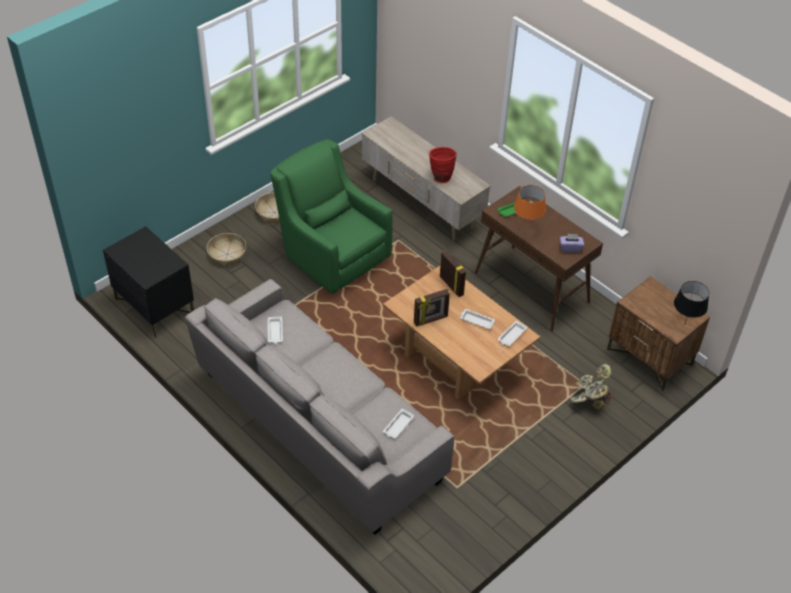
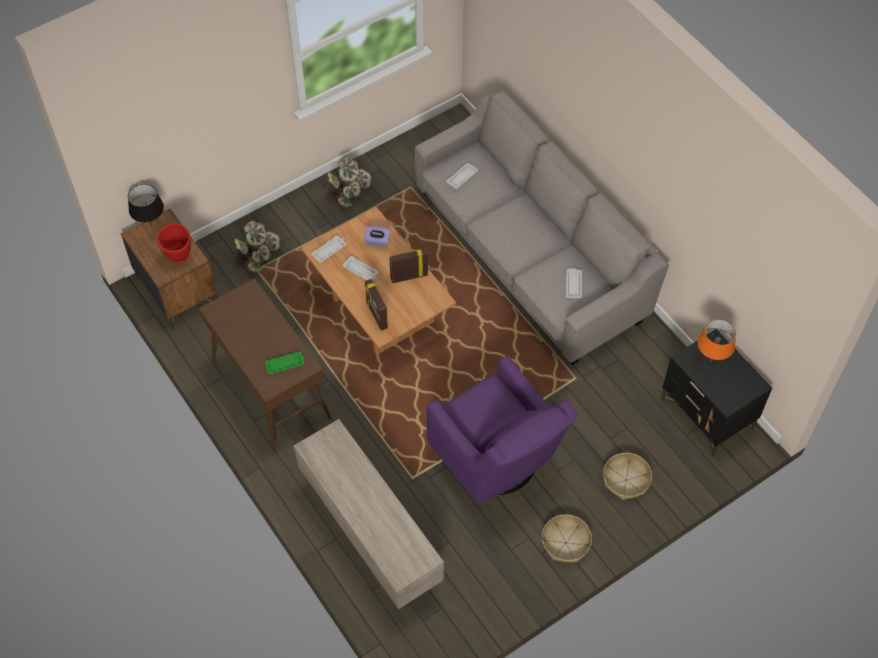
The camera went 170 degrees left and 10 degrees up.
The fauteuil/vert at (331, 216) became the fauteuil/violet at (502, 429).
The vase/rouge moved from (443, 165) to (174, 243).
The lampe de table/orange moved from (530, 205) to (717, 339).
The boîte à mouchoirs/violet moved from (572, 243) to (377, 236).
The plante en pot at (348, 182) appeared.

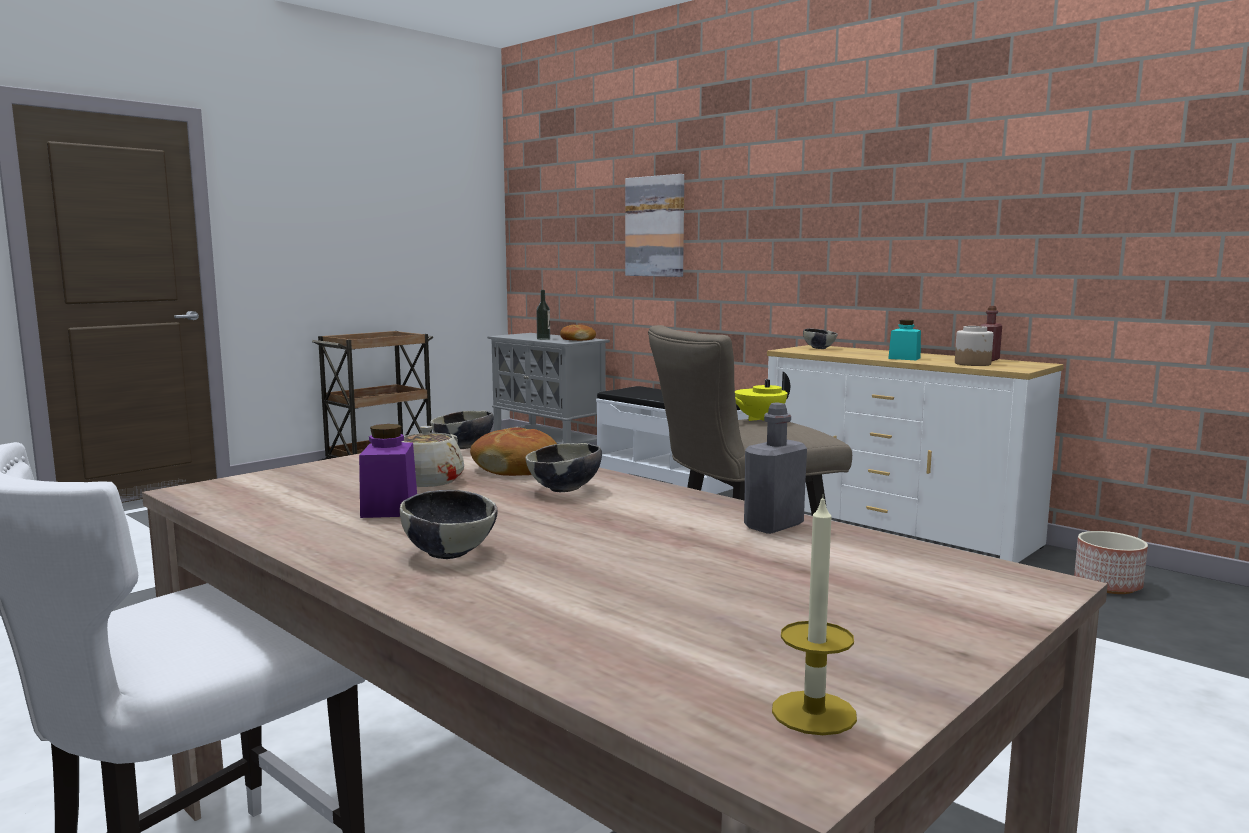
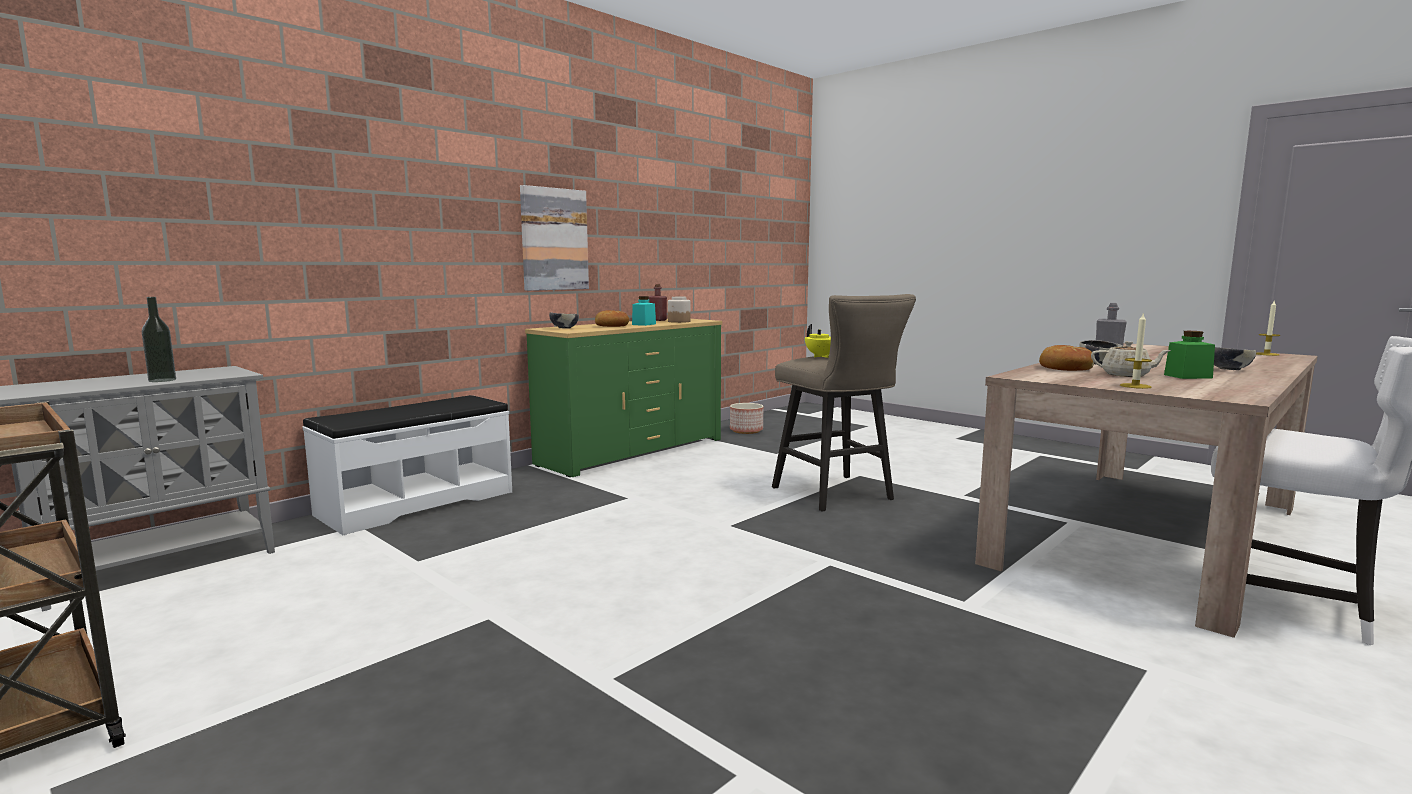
The camera went 90 degrees left and 0 degrees up.
The tableau moved from (654, 225) to (554, 238).
The pain moved from (578, 332) to (612, 318).
The commode/blanc at (915, 454) became the commode/vert at (623, 398).
The bol at (462, 430) disappeared.
The bocal/violet at (388, 471) became the bocal/vert at (1189, 355).
The bougie at (1136, 350) appeared.

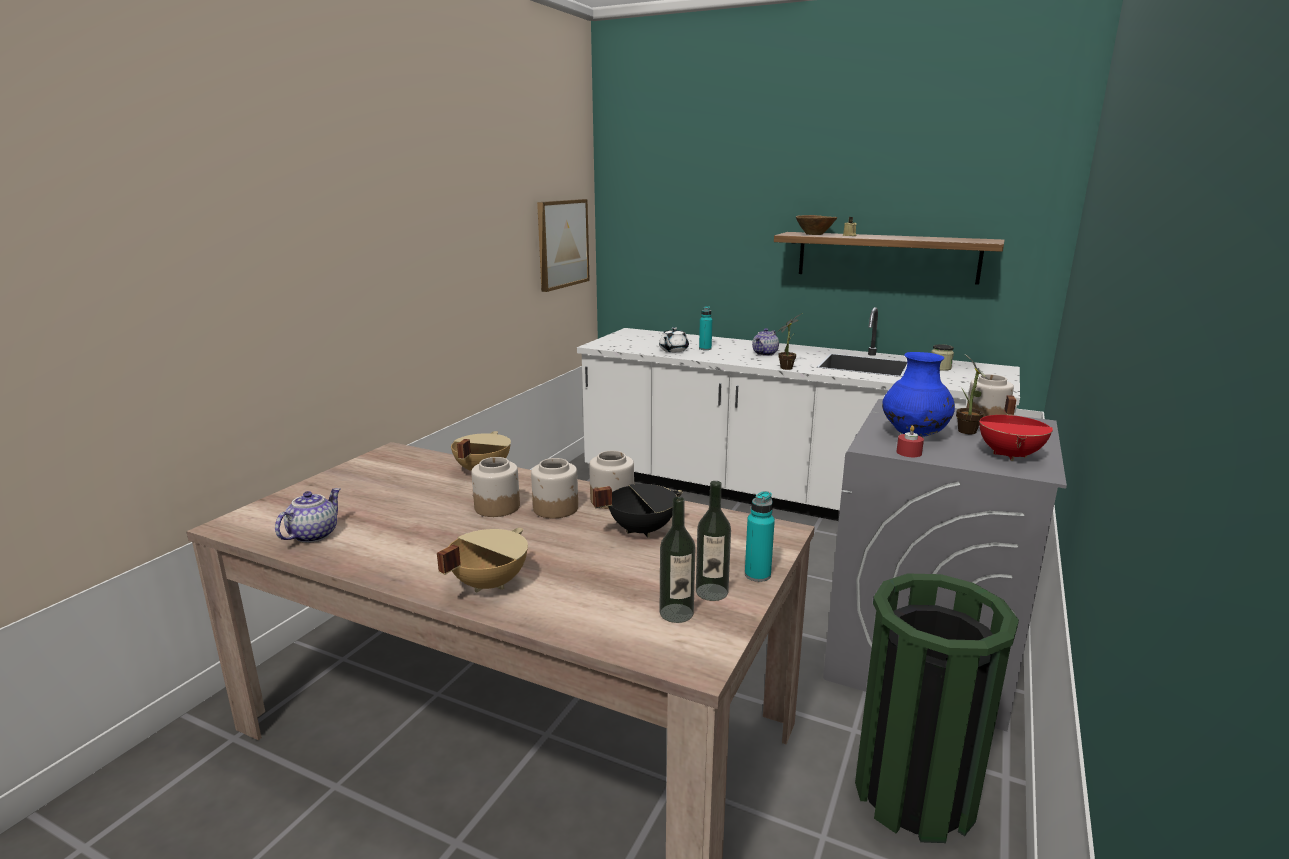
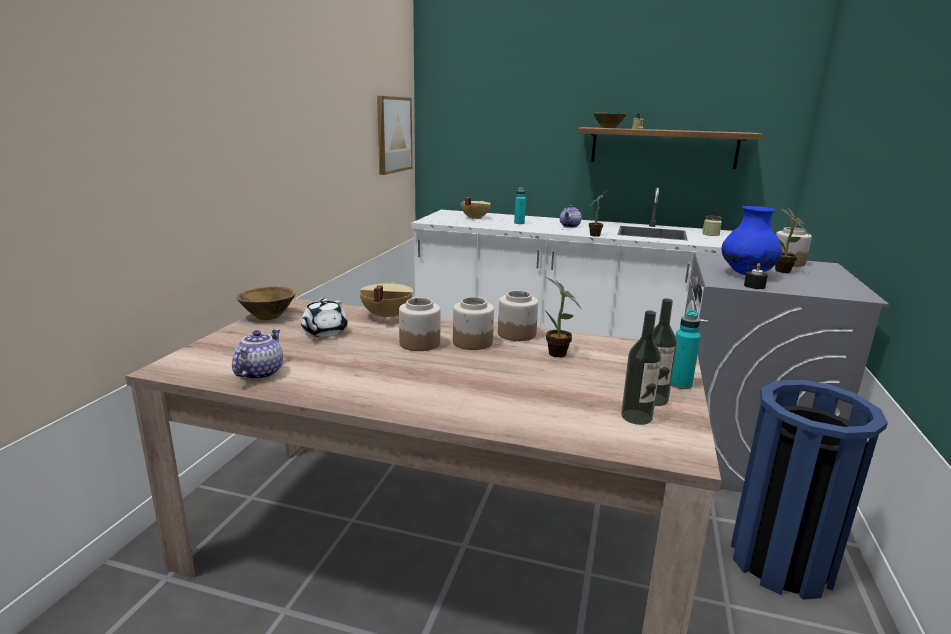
The camera went 10 degrees left and 0 degrees up.
The théière/blanc moved from (674, 339) to (324, 317).
The marmite/rouge at (1016, 428) disappeared.
The bougie/rouge at (910, 441) became the bougie/noir at (756, 276).
The marmite/noir at (638, 510) was replaced by the plante en pot at (563, 317).
The marmite/beige moved from (482, 560) to (476, 208).
The poubelle/vert at (937, 708) became the poubelle/bleu at (809, 490).
The bol/marron at (266, 303) appeared.

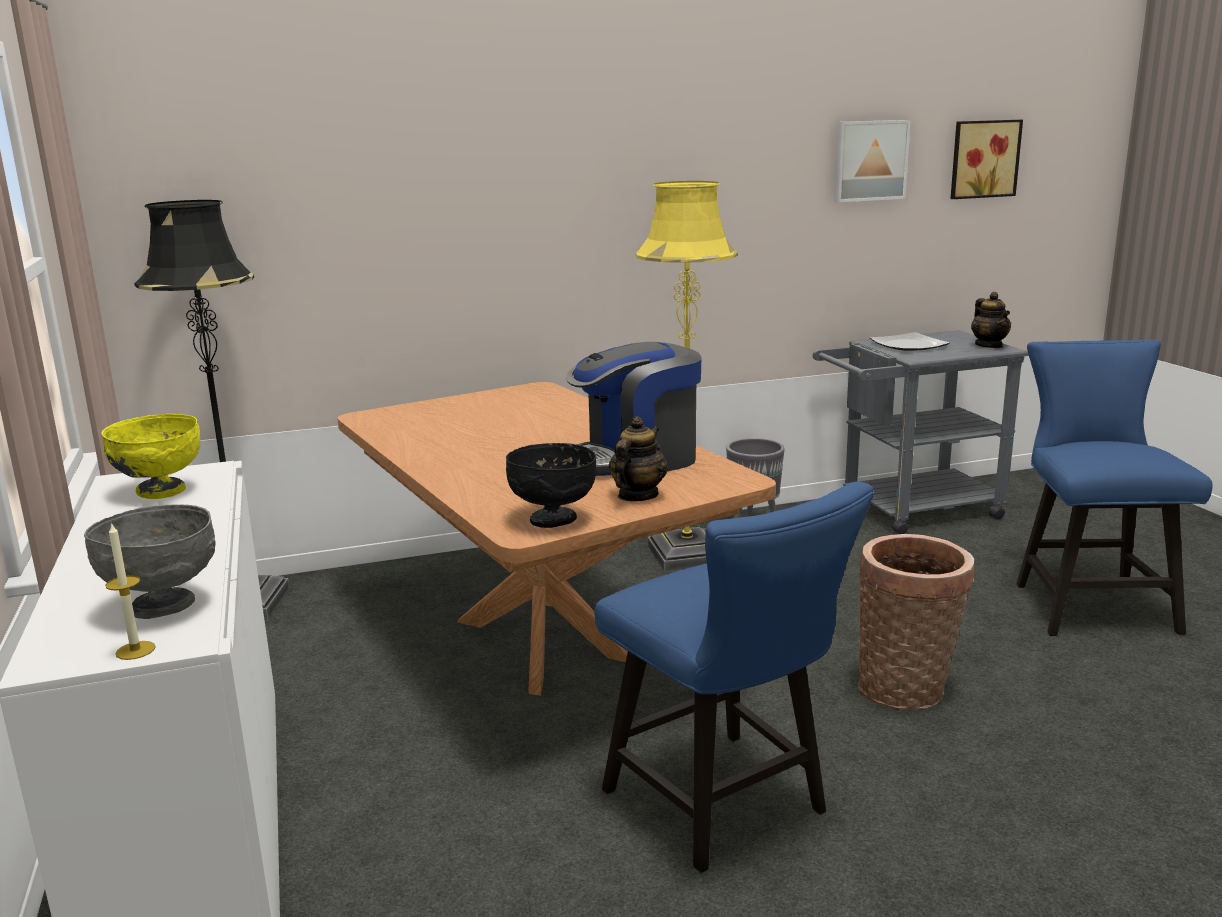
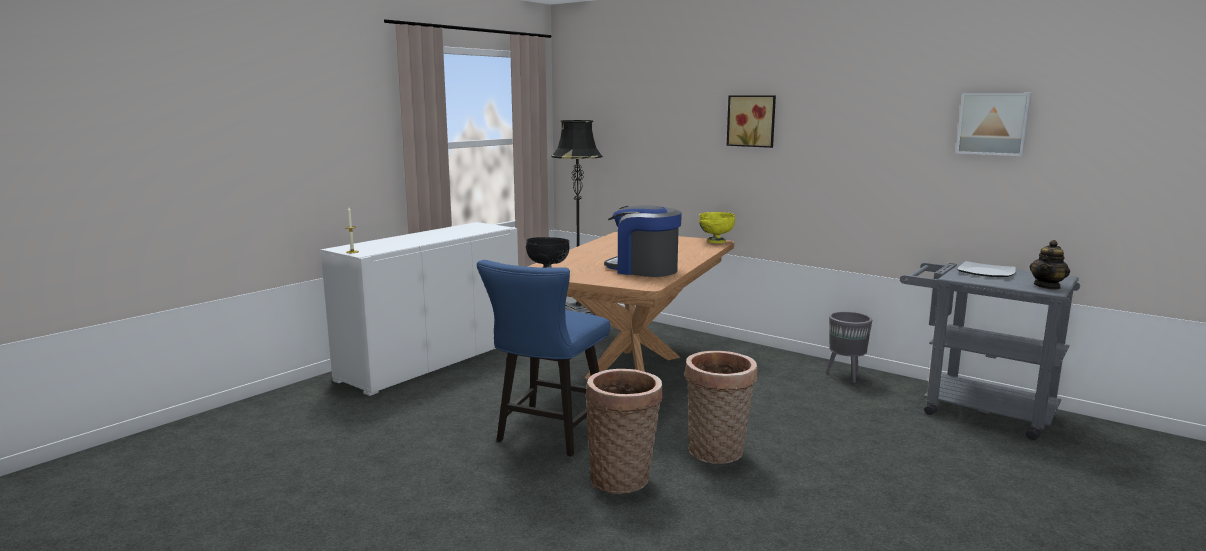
The camera went 55 degrees right and 5 degrees down.
The tableau moved from (986, 159) to (751, 121).
The lampadaire/jaune at (687, 376) disappeared.
The chaise/bleu at (1114, 488) disappeared.
The bol/jaune moved from (150, 456) to (717, 227).
The théière at (638, 458) disappeared.
The bol/gris at (149, 561) disappeared.
The panier at (623, 431) appeared.

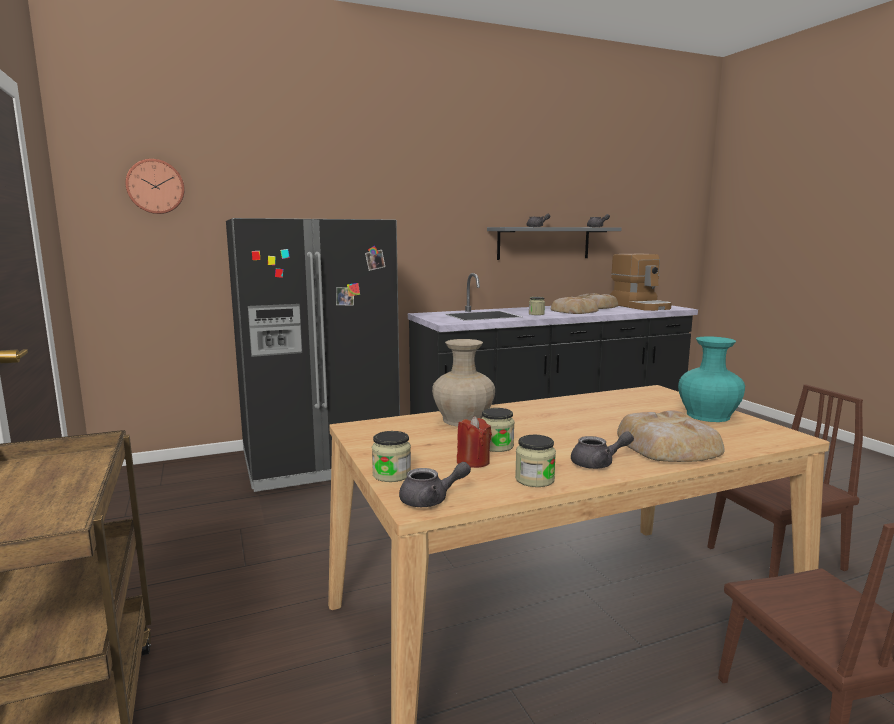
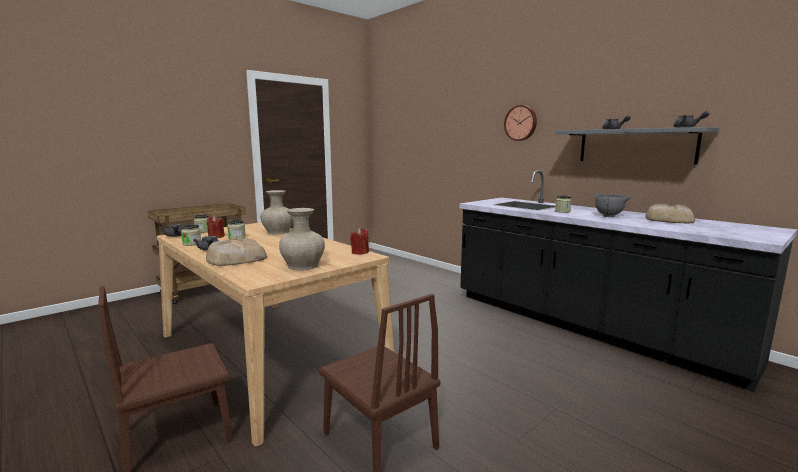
The camera went 70 degrees right and 0 degrees up.
The horloge murale moved from (155, 186) to (520, 123).
The réfrigérateur/noir at (313, 355) disappeared.
The machine à café at (641, 282) disappeared.
The pain at (575, 305) was replaced by the bol/gris at (613, 205).
The vase/turquoise at (711, 379) became the vase/beige at (302, 239).
The bougie/rouge at (359, 241) appeared.

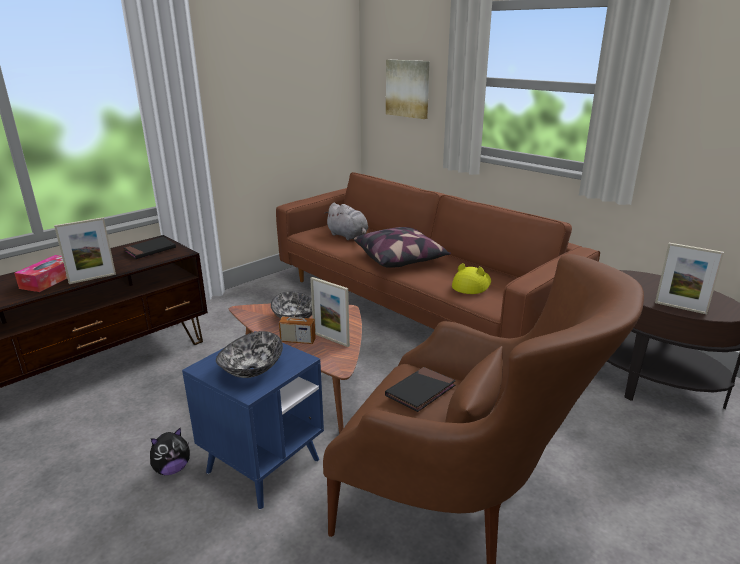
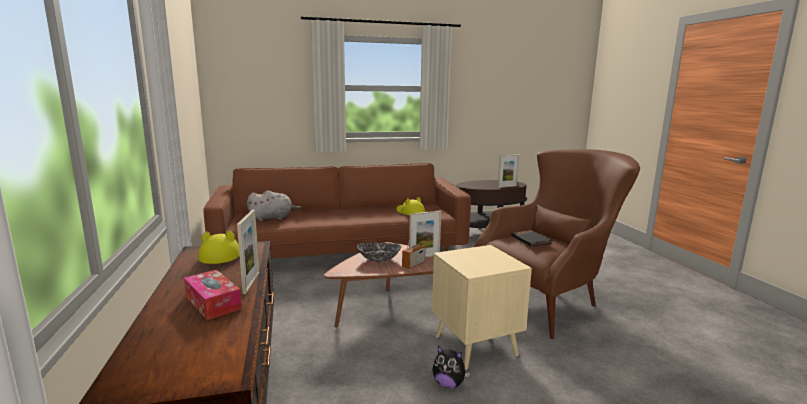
The camera went 60 degrees left and 10 degrees down.
The tableau at (407, 89) disappeared.
The coussin at (402, 247) disappeared.
The livre/noir at (150, 248) was replaced by the chapeau/jaune at (218, 247).
The table d'appoint/bleu at (253, 420) became the table d'appoint/beige at (482, 307).
The bol at (249, 354) disappeared.
The peluche at (170, 451) turned 120 degrees clockwise.

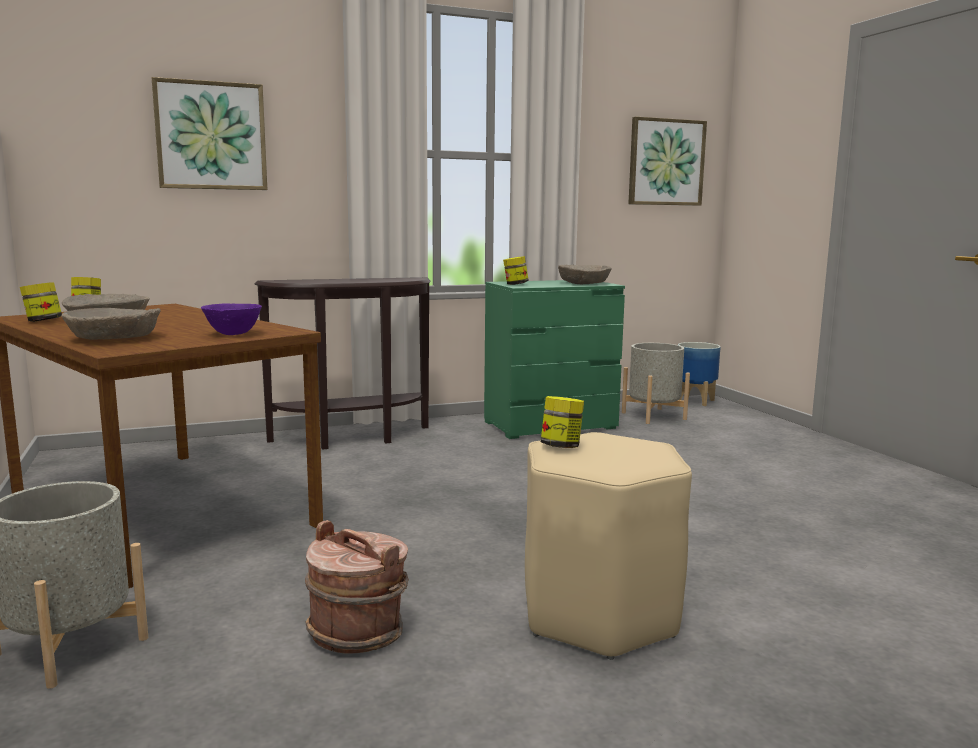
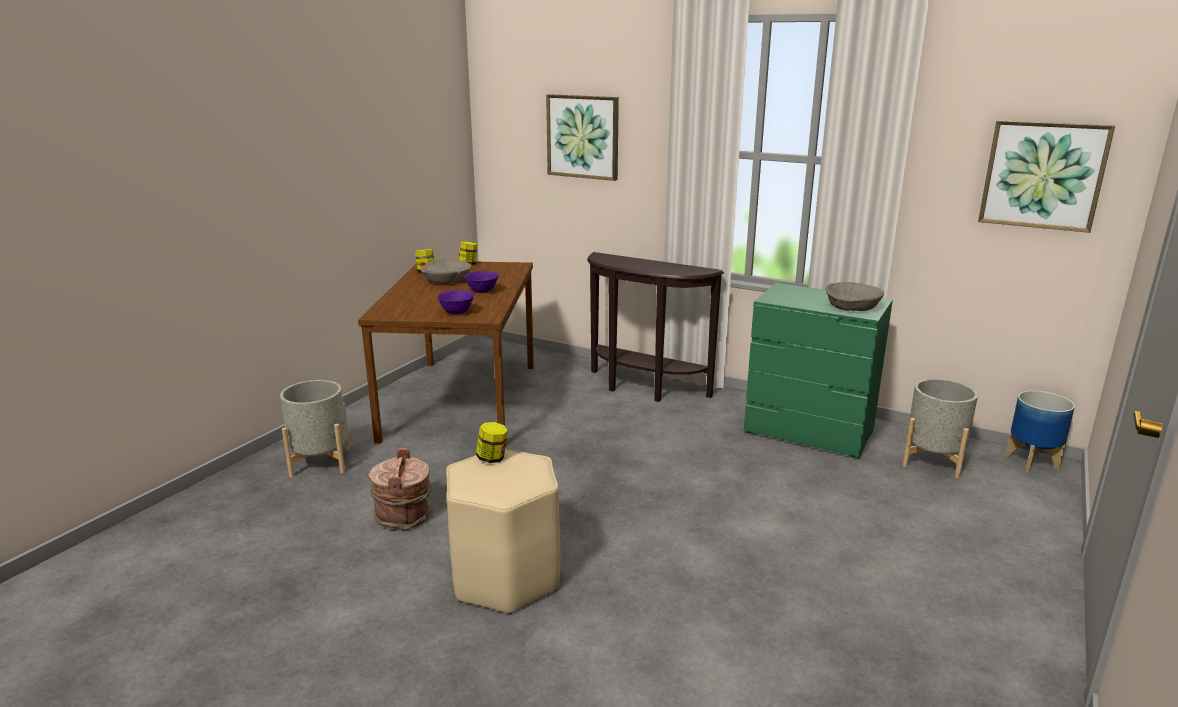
The camera went 50 degrees right and 10 degrees up.
The bocal at (516, 270) disappeared.
The bol/beige at (111, 324) disappeared.
The bol/violet at (481, 282) appeared.

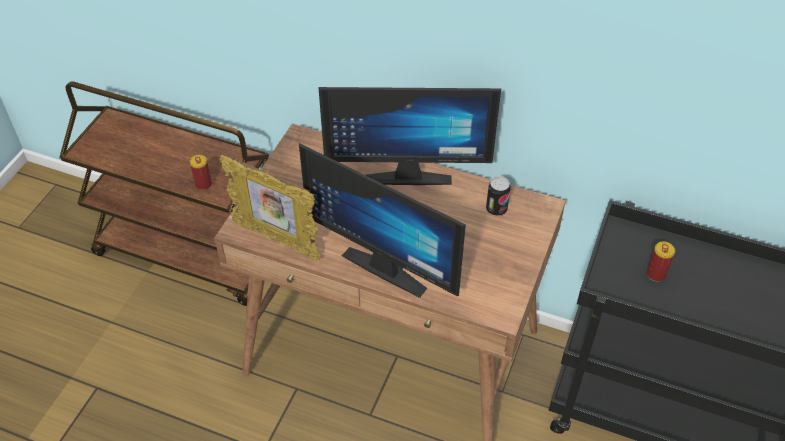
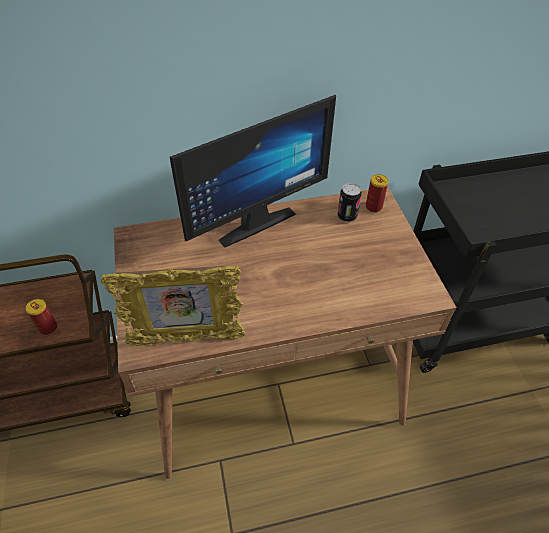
The camera went 35 degrees left and 0 degrees up.
The écran d'ordinateur at (382, 220) disappeared.
The boîte métallique moved from (660, 261) to (377, 193).

